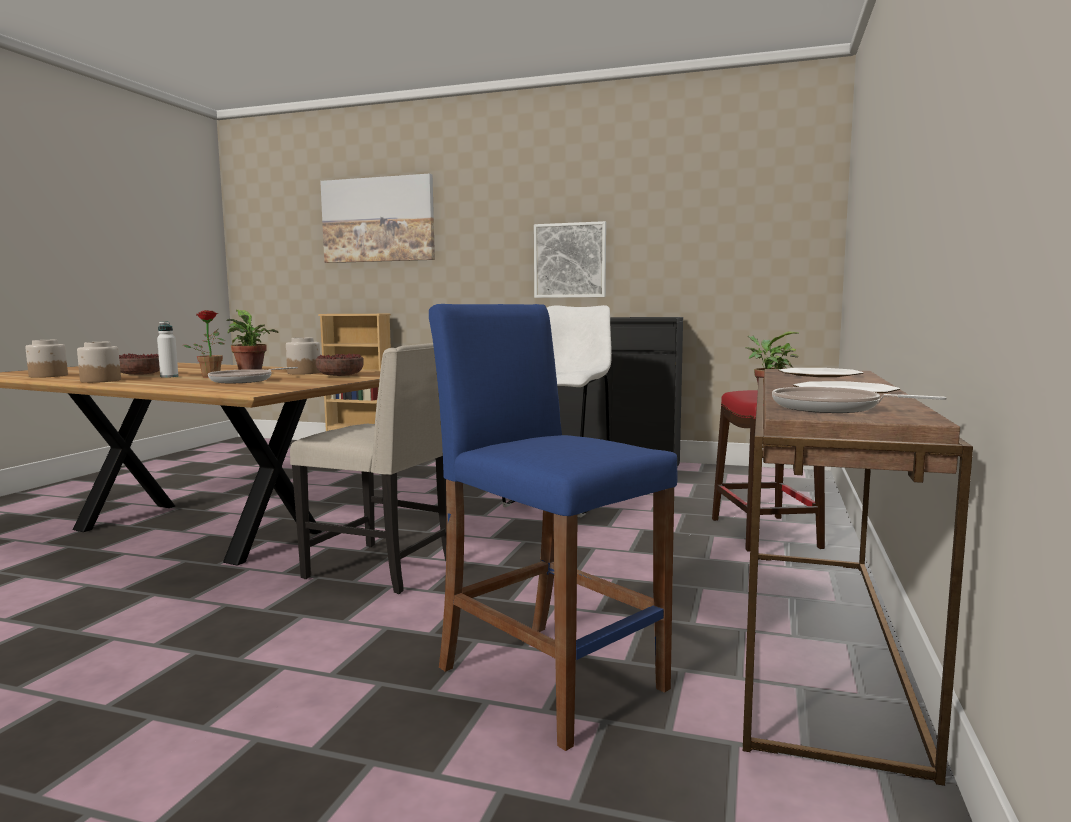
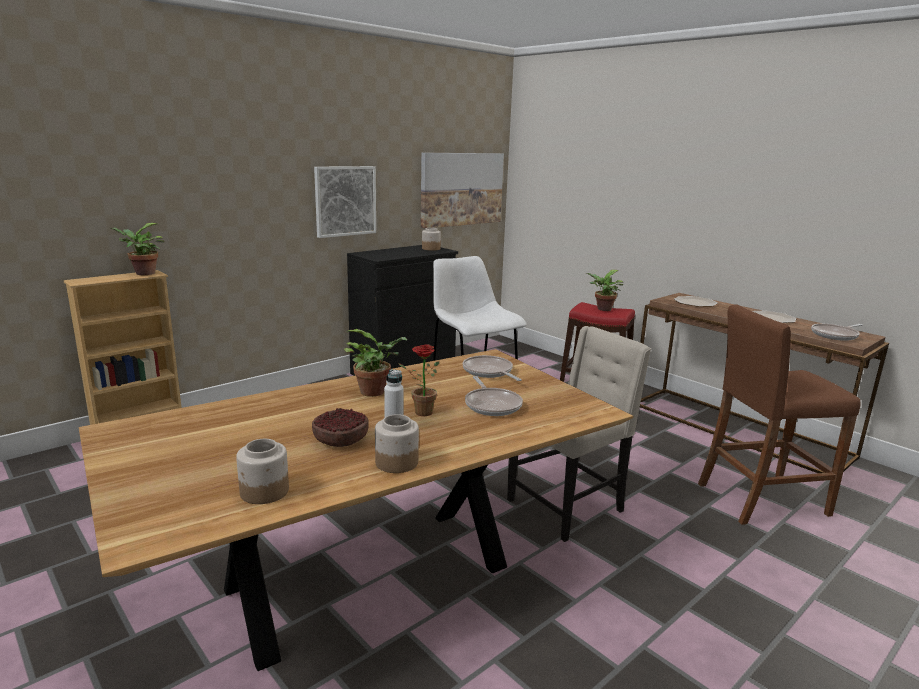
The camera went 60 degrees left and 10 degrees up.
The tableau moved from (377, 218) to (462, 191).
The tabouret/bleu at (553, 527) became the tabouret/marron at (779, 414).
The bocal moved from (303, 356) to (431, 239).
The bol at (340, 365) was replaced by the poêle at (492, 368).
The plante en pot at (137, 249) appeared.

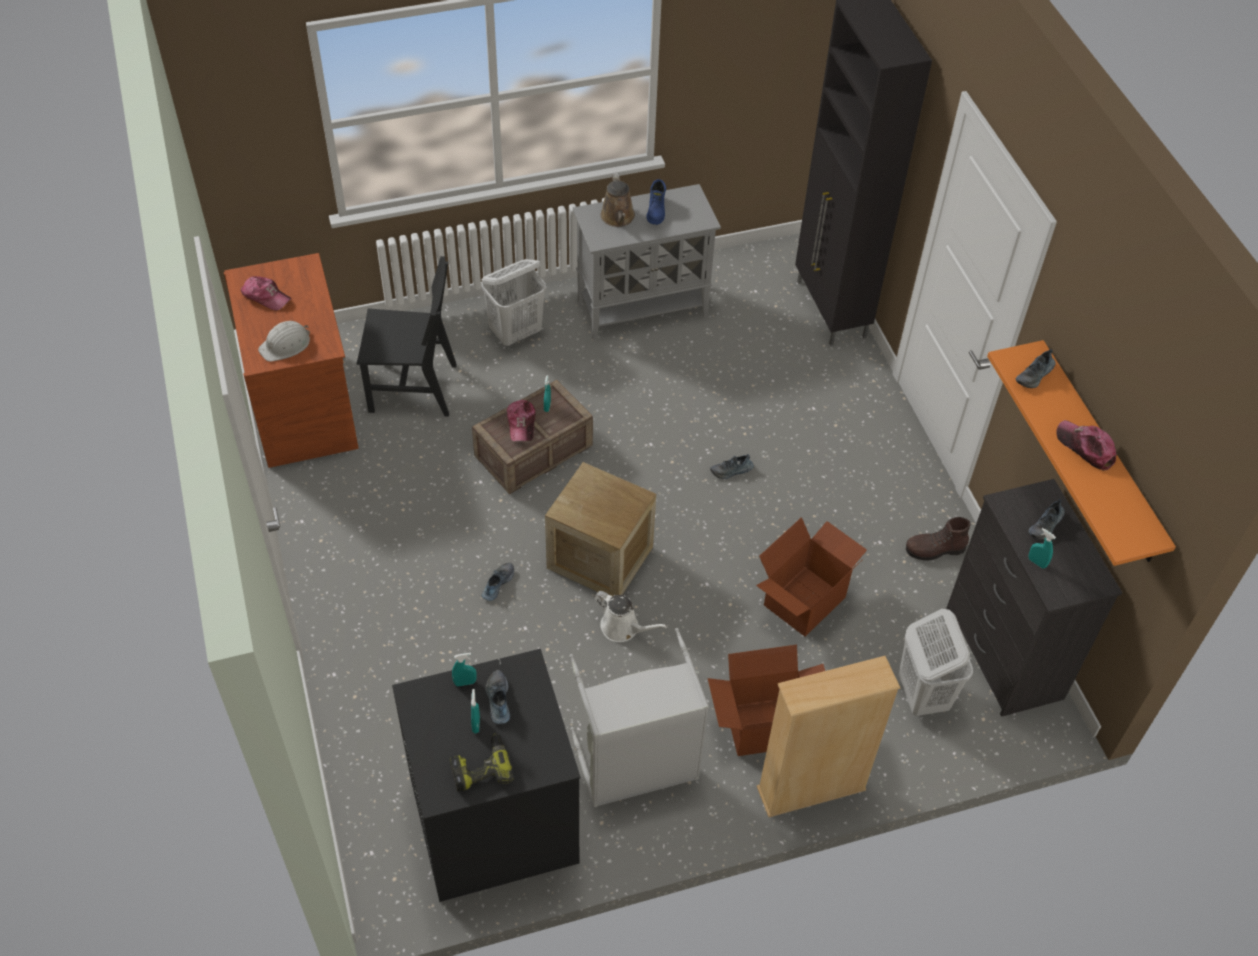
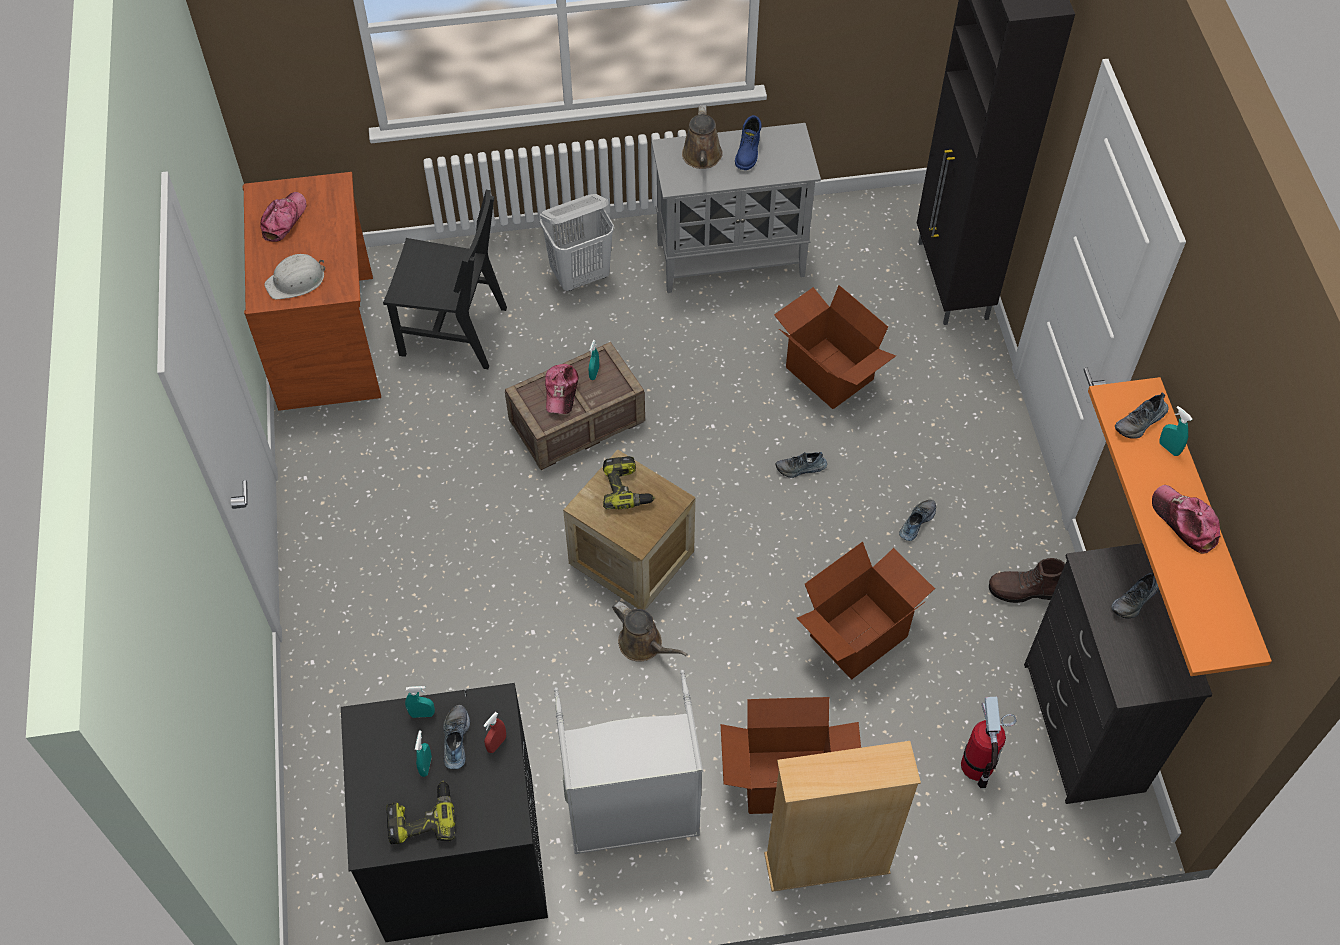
The camera went 10 degrees right and 5 degrees up.
The casquette at (266, 293) turned 105 degrees counterclockwise.
The vaporisateur/turquoise moved from (1042, 548) to (1175, 431).
The chaussure moved from (498, 582) to (917, 520).
The arrosoir/blanc at (631, 616) became the arrosoir/marron at (650, 632).
The panier à linge/blanc at (936, 662) was replaced by the extincteur at (989, 742).
The carton at (835, 347) appeared.
The perceuse at (629, 482) appeared.
The vaporisateur/rouge at (494, 732) appeared.

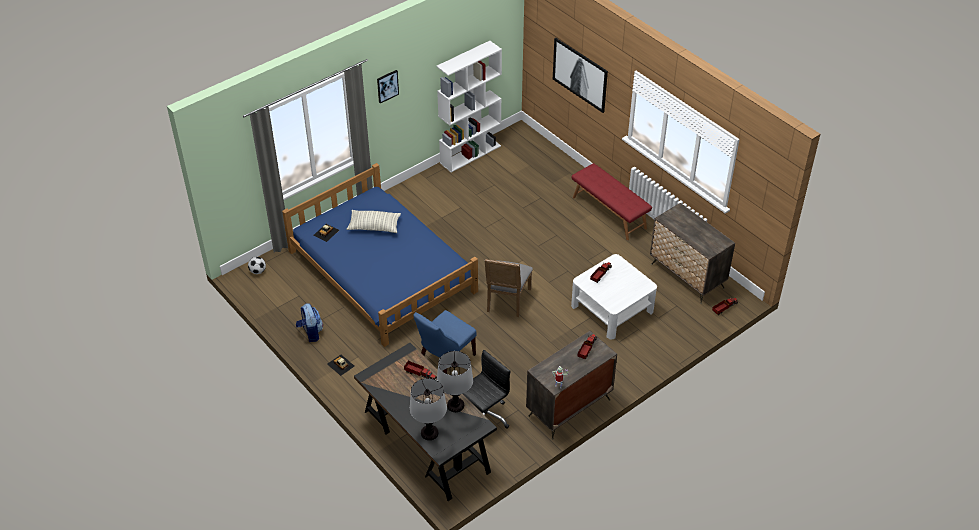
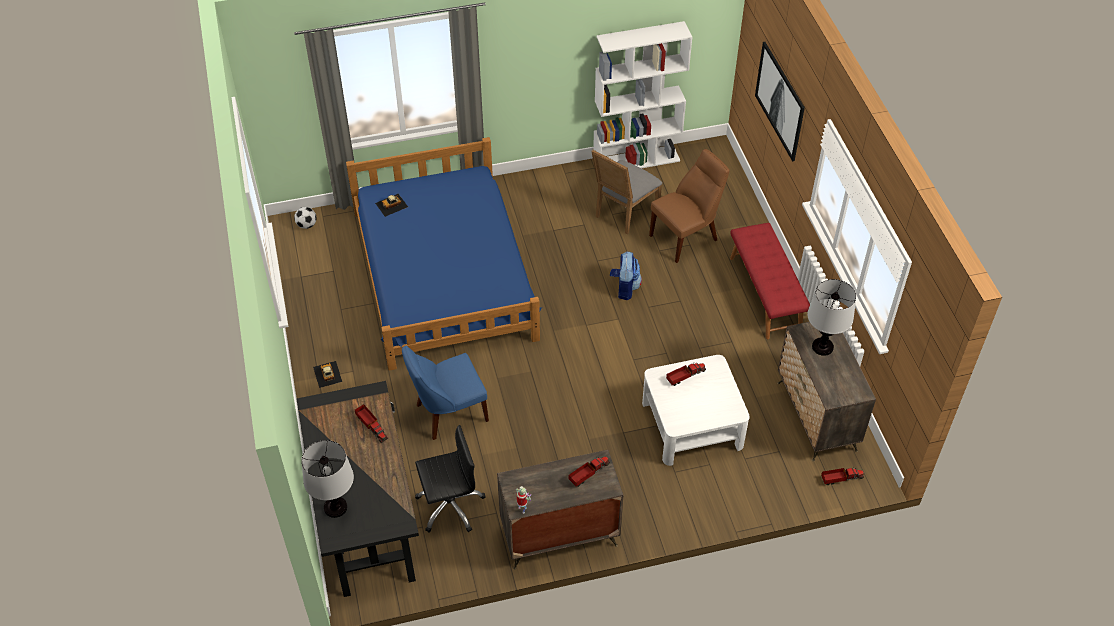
The camera went 25 degrees right and 5 degrees up.
The tableau at (388, 86) disappeared.
The coussin at (374, 221) disappeared.
The chaise/gris moved from (508, 288) to (626, 192).
The sac à dos moved from (309, 322) to (626, 276).
The lampe de table moved from (455, 381) to (831, 317).
The chaise/marron at (689, 206) appeared.

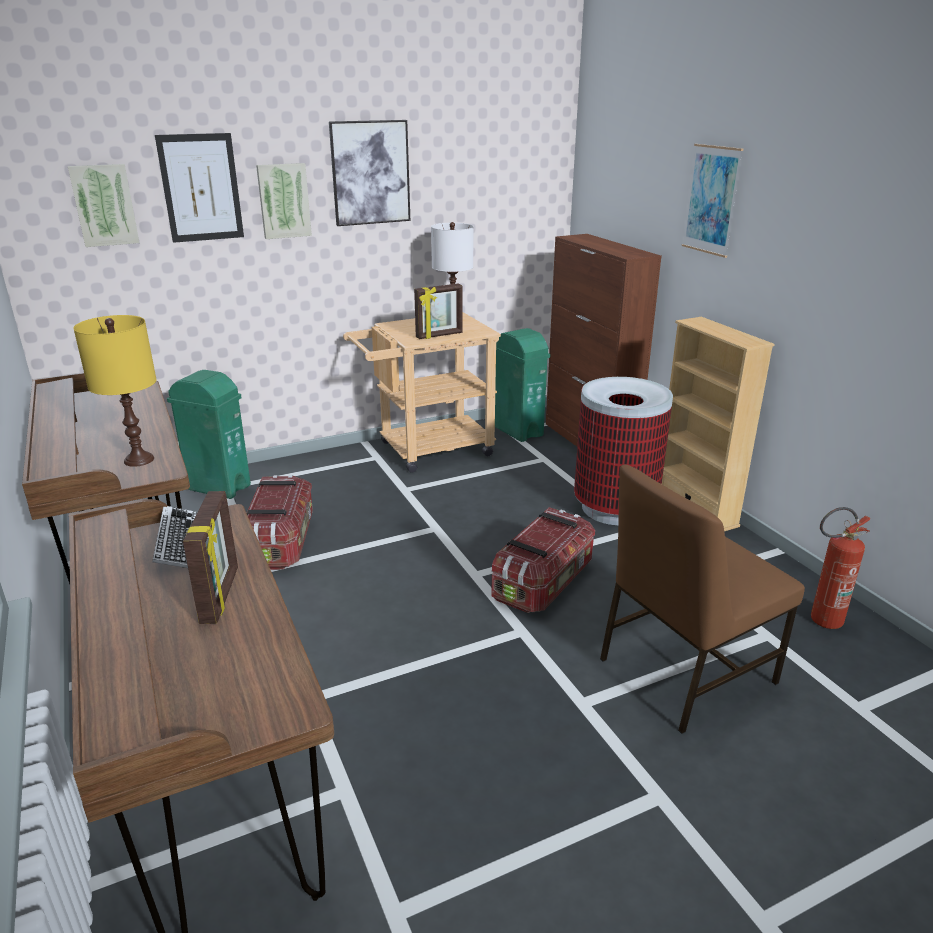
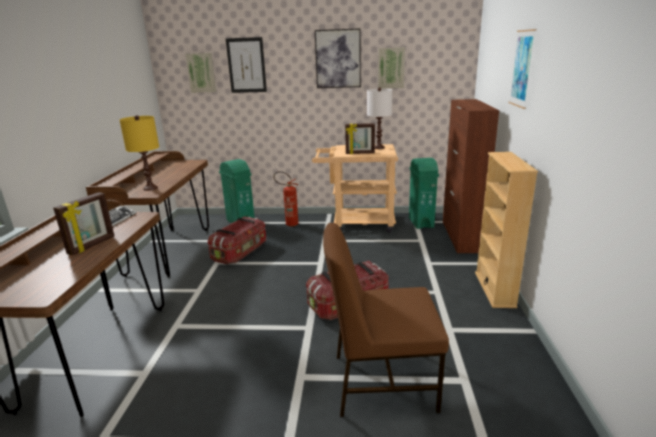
The camera went 30 degrees right and 5 degrees down.
The tableau moved from (284, 201) to (391, 68).
The poubelle at (623, 451) disappeared.
The extincteur moved from (840, 568) to (285, 198).

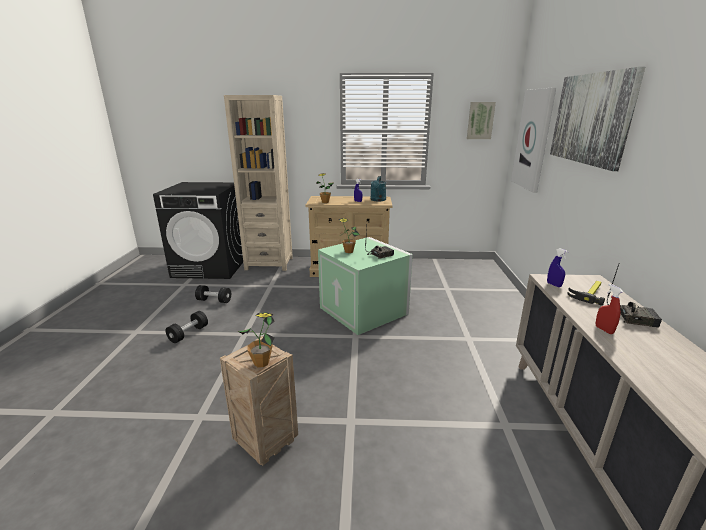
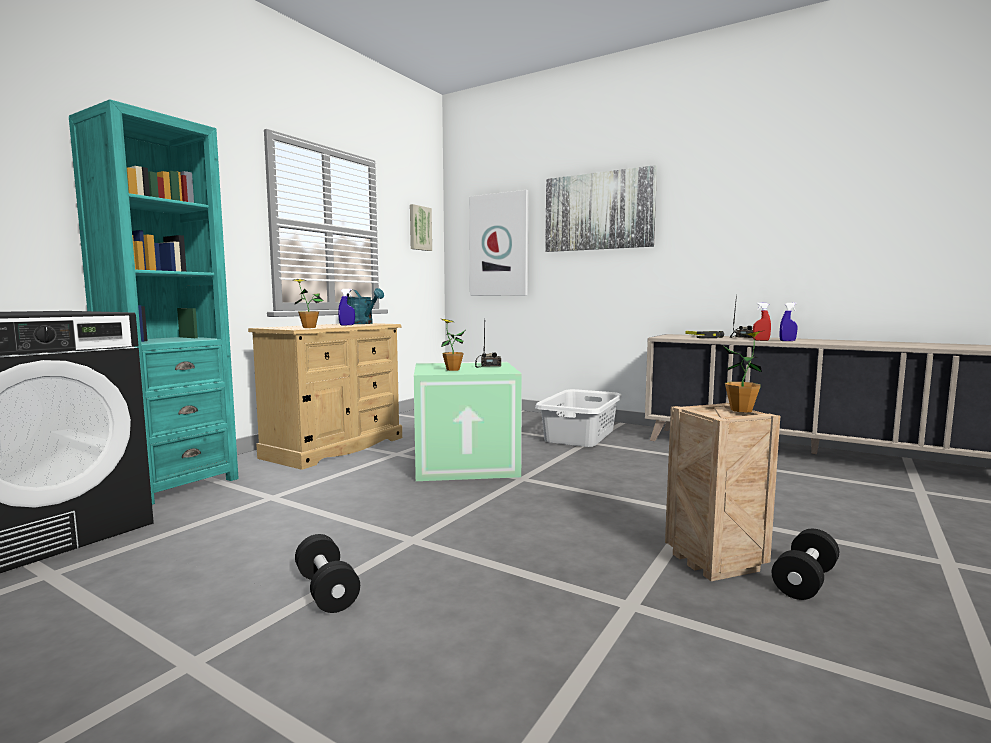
The camera went 60 degrees left and 15 degrees down.
The bibliothèque/beige at (258, 183) became the bibliothèque/turquoise at (154, 302).
The vaporisateur/bleu moved from (557, 267) to (788, 322).
The haltère/noir moved from (213, 294) to (805, 564).
The panier à linge/gris at (578, 418) appeared.

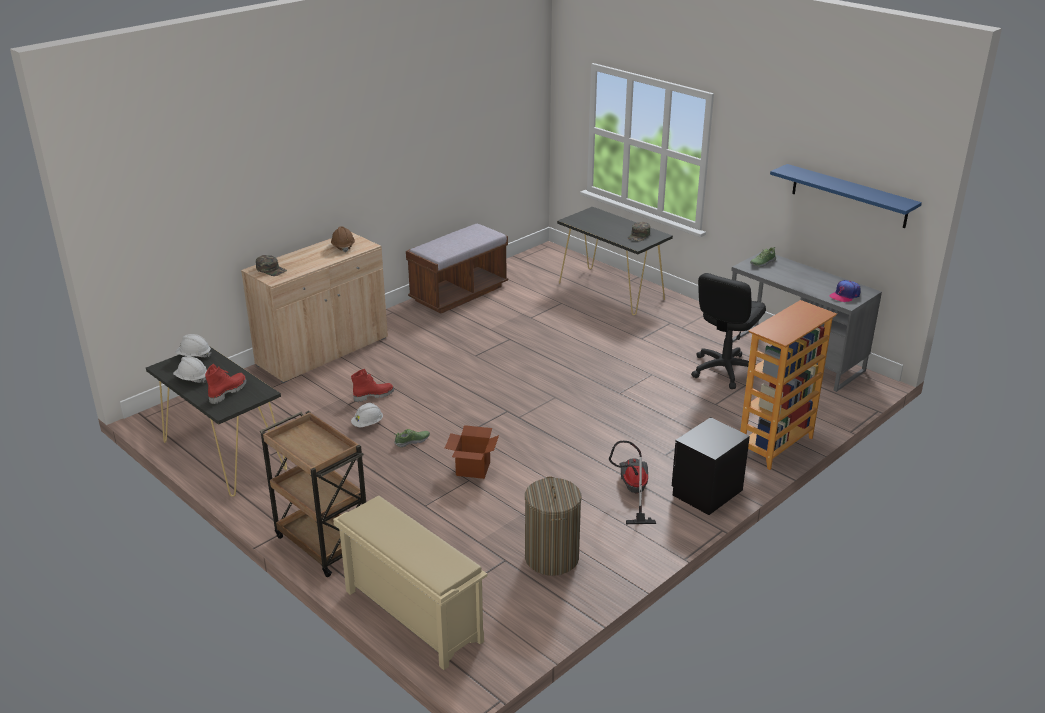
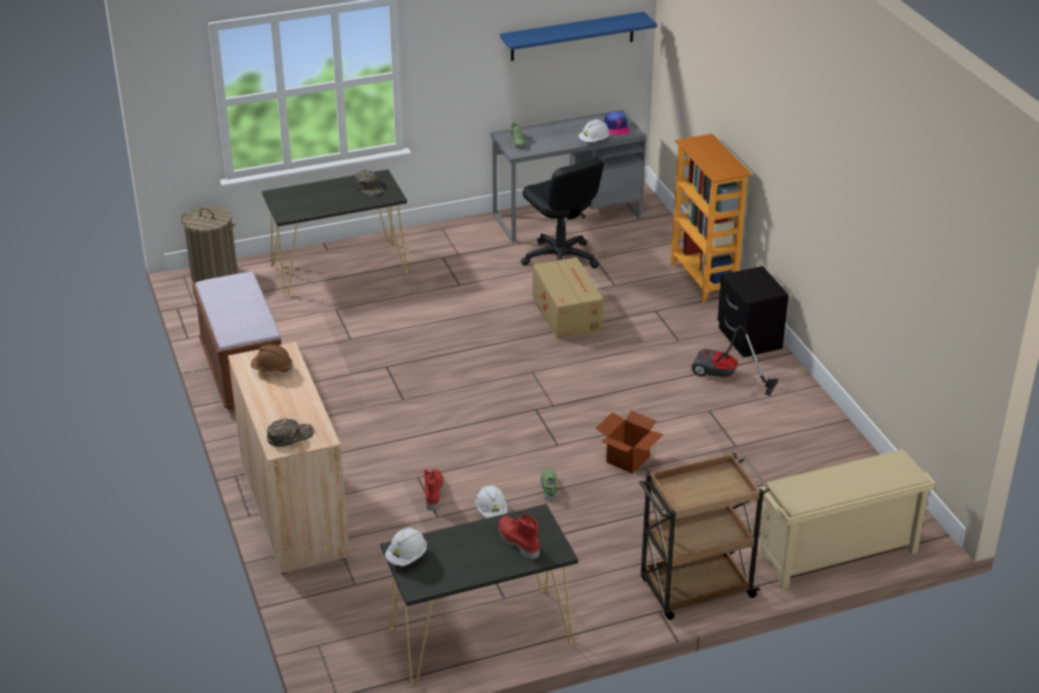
The camera went 65 degrees left and 5 degrees up.
The casque de chantier/blanc moved from (190, 369) to (594, 130).
The panier à linge moved from (553, 525) to (209, 244).
The carton at (567, 298) appeared.

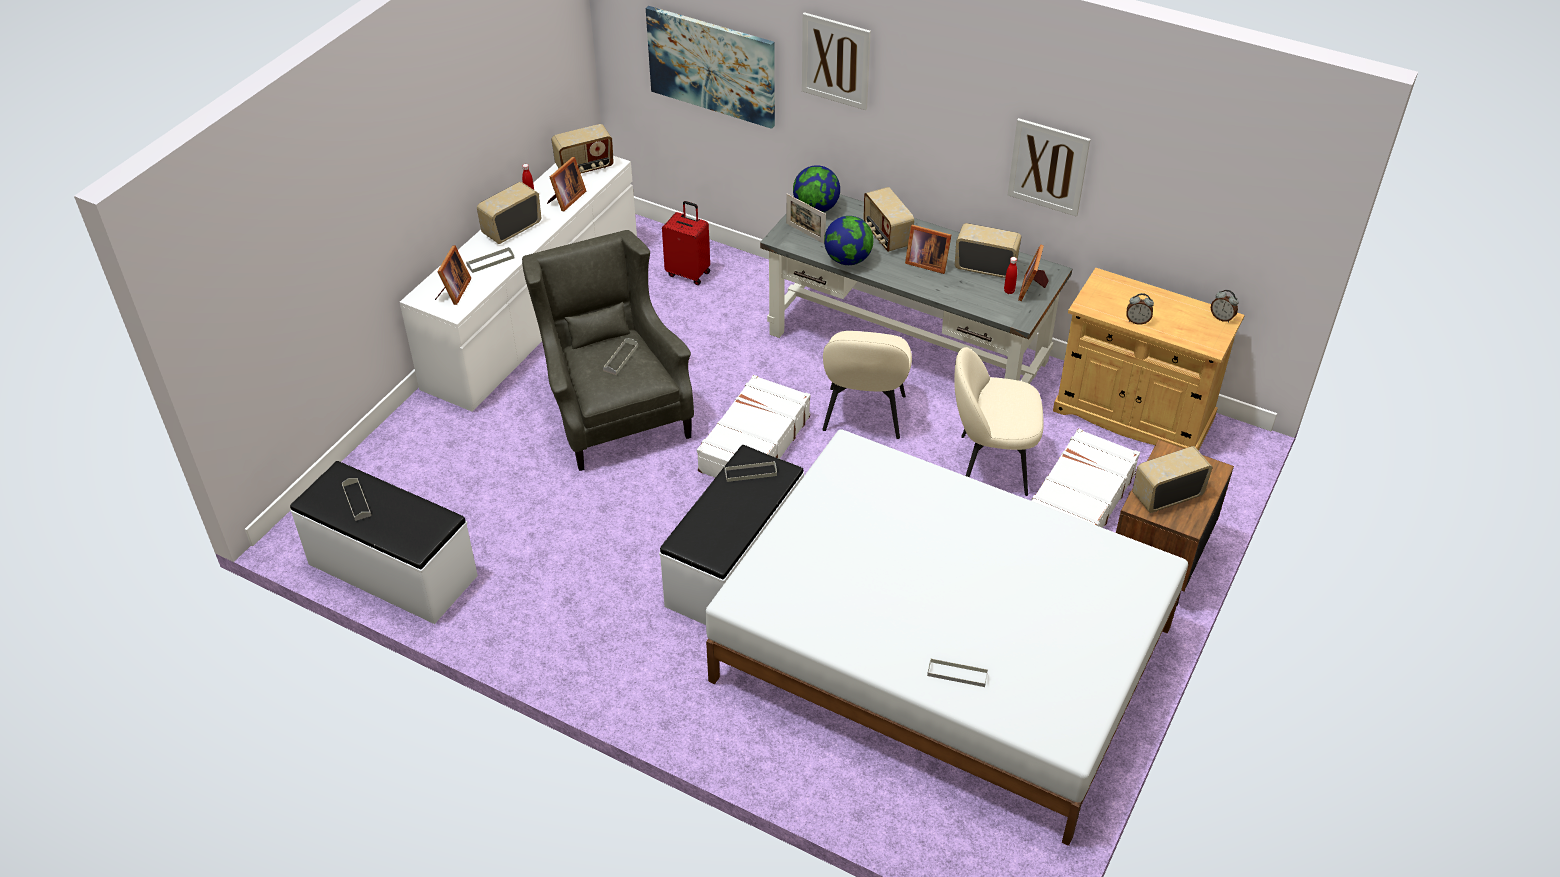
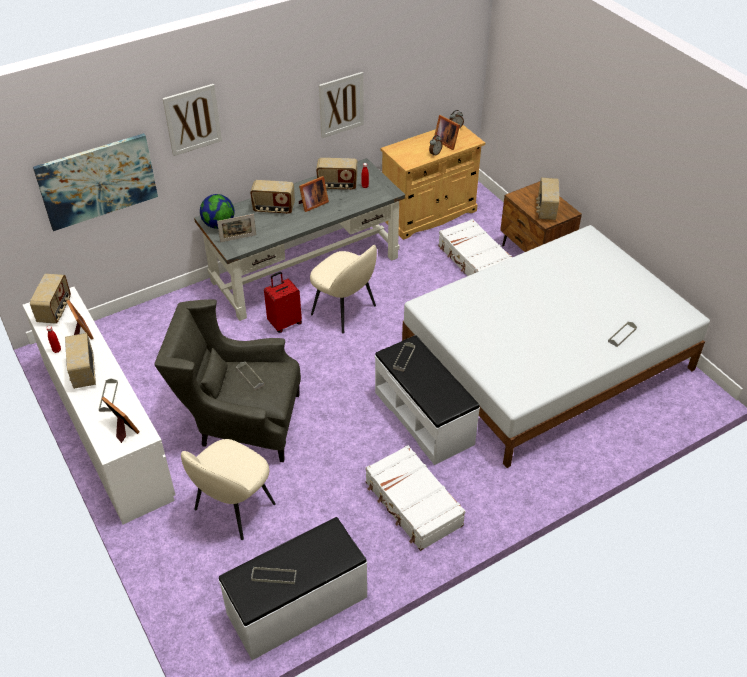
The camera went 60 degrees left and 0 degrees up.
The valise/rouge moved from (686, 243) to (283, 302).
The globe at (849, 240) disappeared.
The radio at (988, 250) turned 135 degrees counterclockwise.
The cadre photo moved from (1033, 272) to (447, 132).
The chaise/beige moved from (999, 421) to (228, 489).
The valise/blanc moved from (754, 426) to (415, 498).

